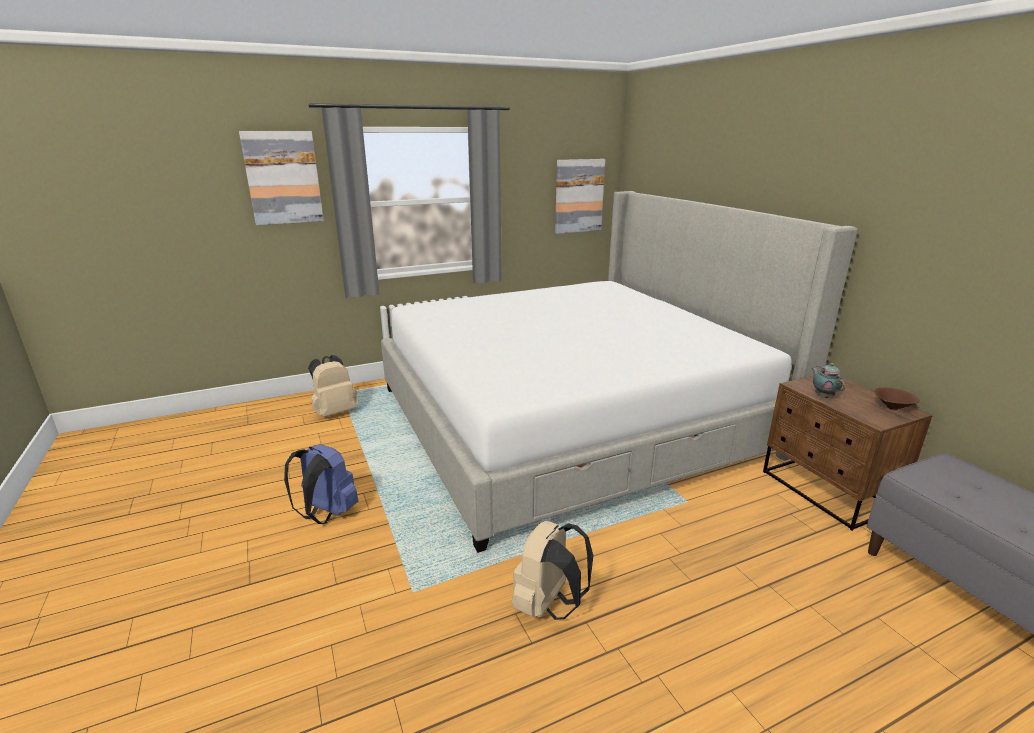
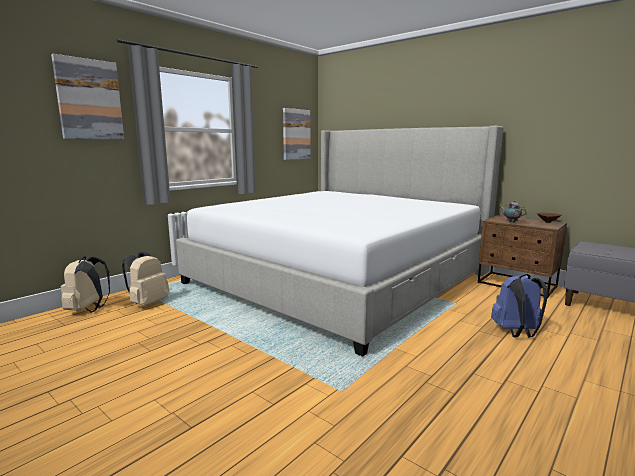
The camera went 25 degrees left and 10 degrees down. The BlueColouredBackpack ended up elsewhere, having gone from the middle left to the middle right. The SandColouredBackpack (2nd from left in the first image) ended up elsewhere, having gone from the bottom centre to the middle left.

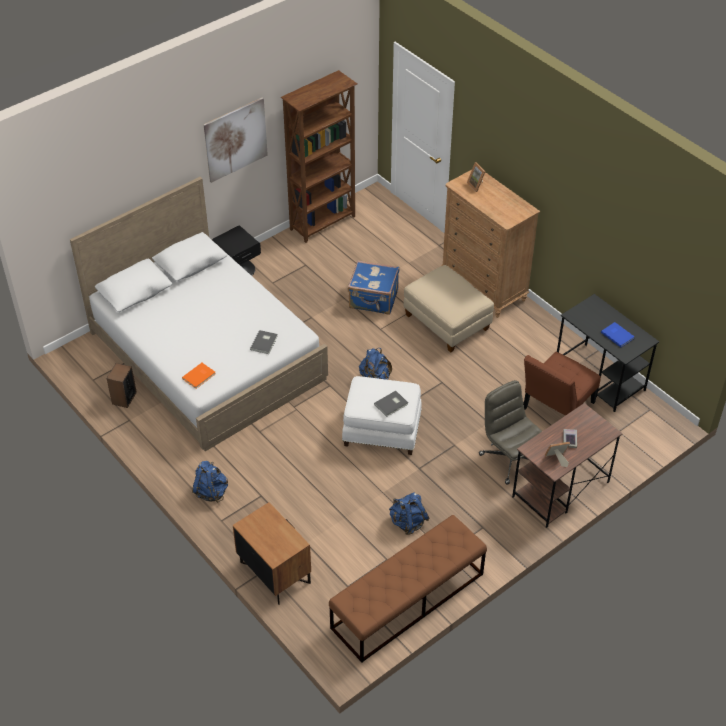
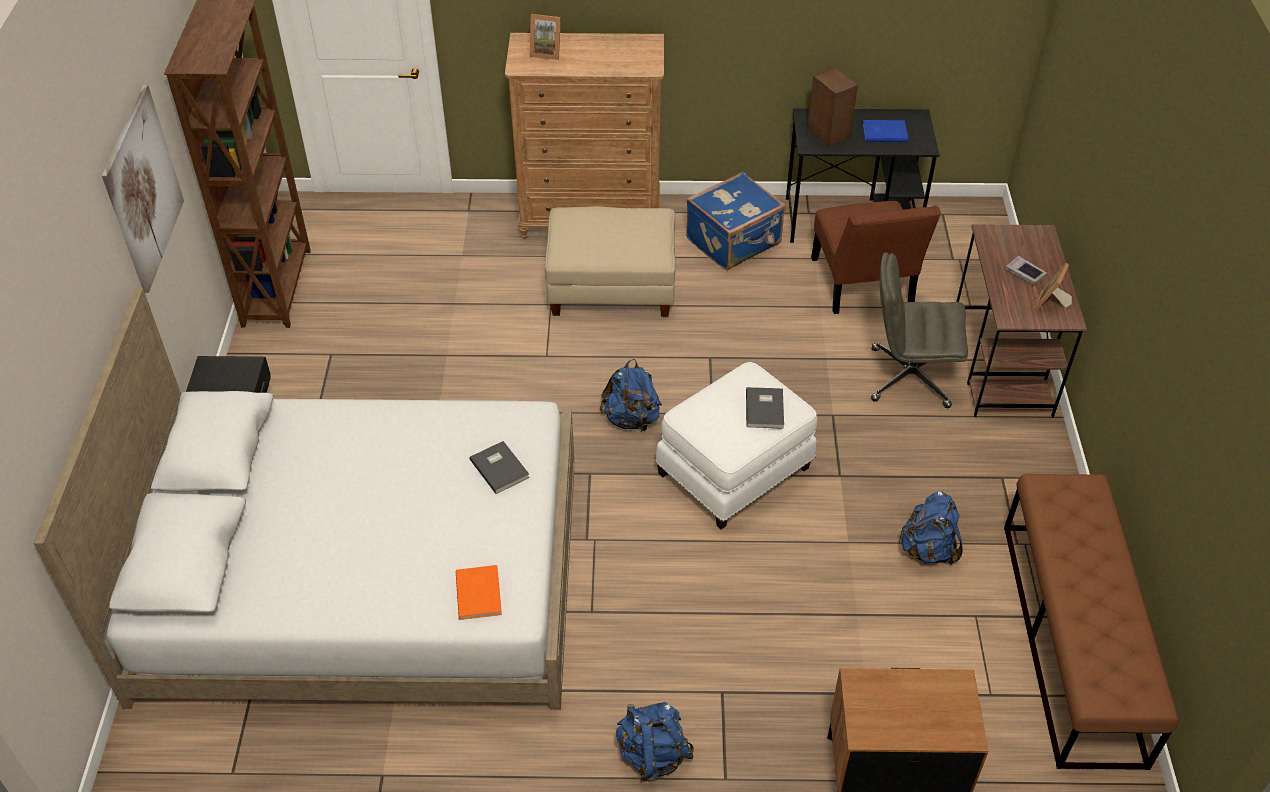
The camera went 50 degrees left and 0 degrees up. The AudioSpeaker ended up elsewhere, having gone from the middle left to the top centre. The BlueColouredPieceOfLuggage ended up elsewhere, having gone from the centre to the top centre.

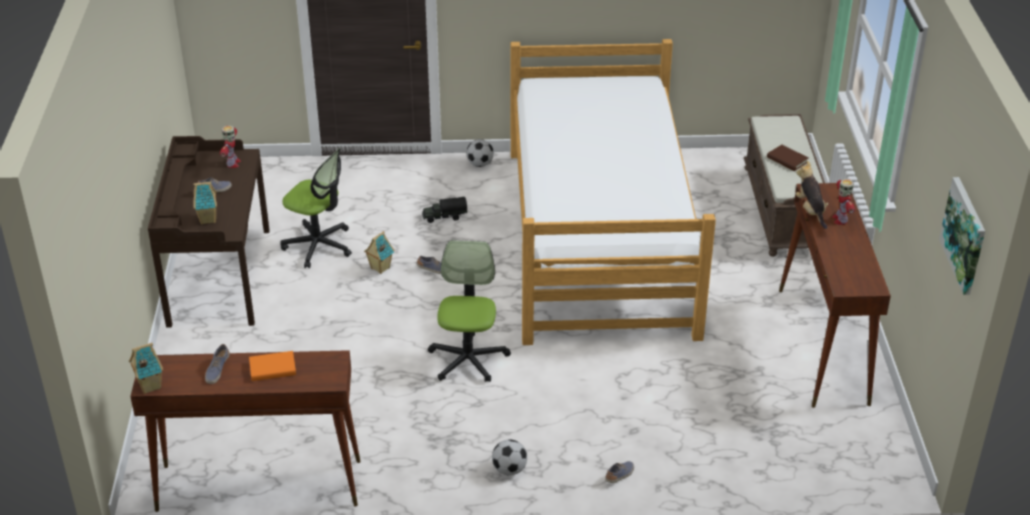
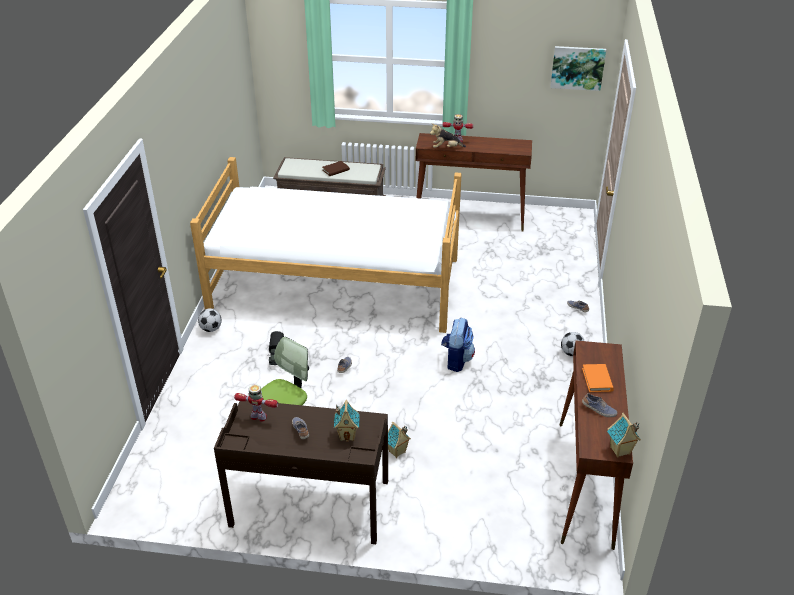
The camera went 80 degrees left and 0 degrees up. The MiniatureHouse (3rd from left in the first image) ended up elsewhere, having gone from the centre to the bottom centre. Where the OfficeChair (2nd from left) stood at the centre, the Backpack came to stand at the centre.

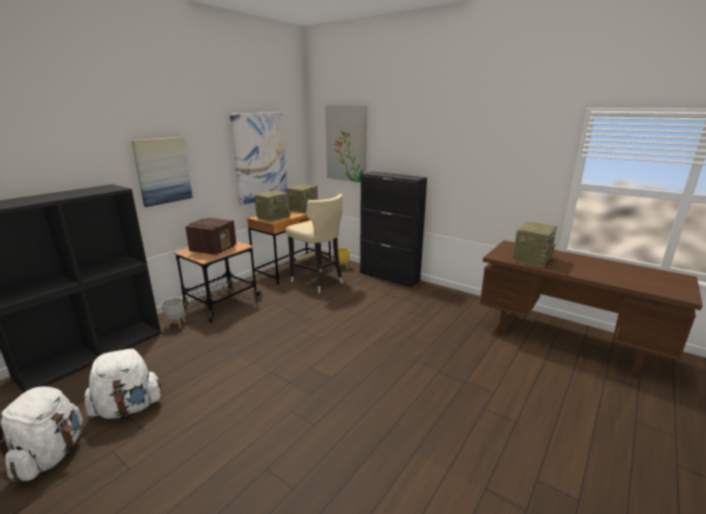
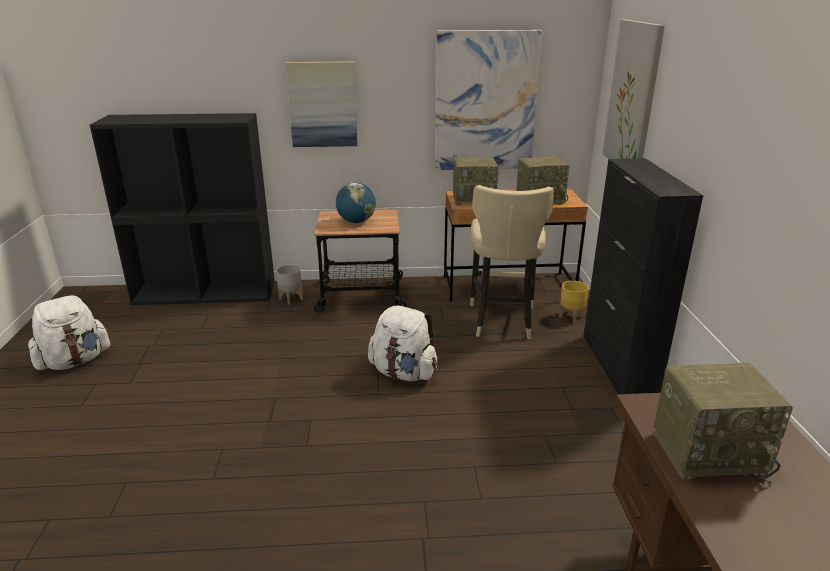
The camera went 50 degrees right and 5 degrees up. The WhiteColouredBackpack (2nd from left) ended up elsewhere, having gone from the bottom left to the centre. Where the RadioSet (1st from left) stood at the middle left, the Globe came to stand at the centre.

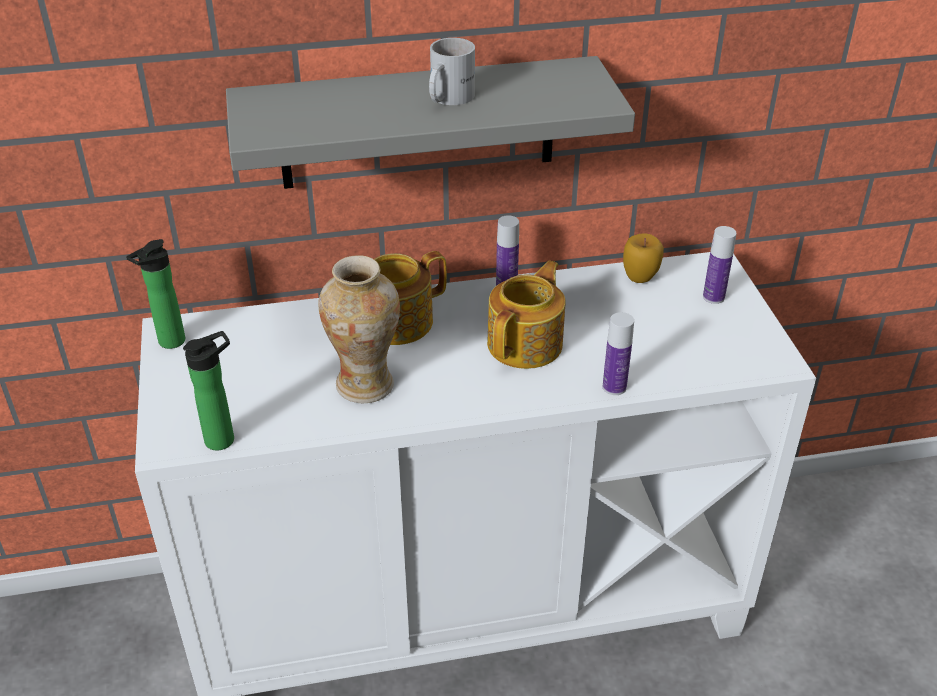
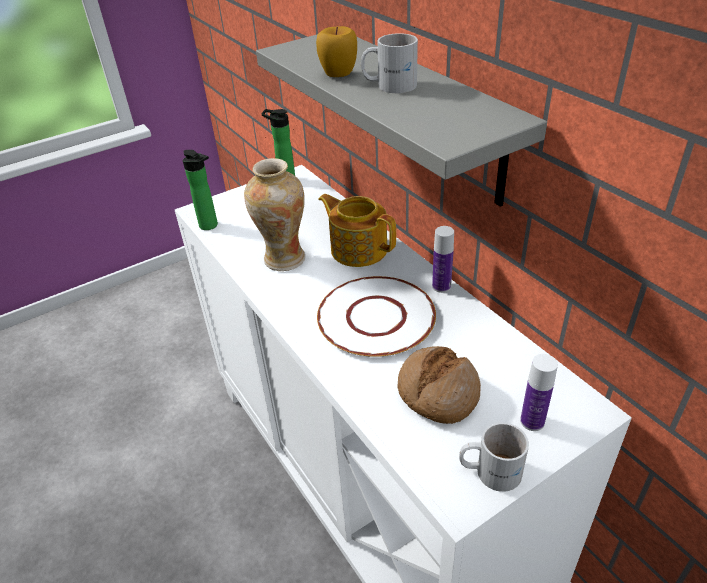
The camera went 70 degrees right and 0 degrees up. Where the Teapot (2nd from left) stood at the centre, the WhiteColouredPlate came to stand at the centre. The second view lost the Bottle (4th from left) at the centre. The AppleFruit ended up elsewhere, having gone from the middle right to the top centre. The second view gained the BakeryBread at the centre. The second view gained the WhiteColouredMug (2nd from left) at the bottom right.

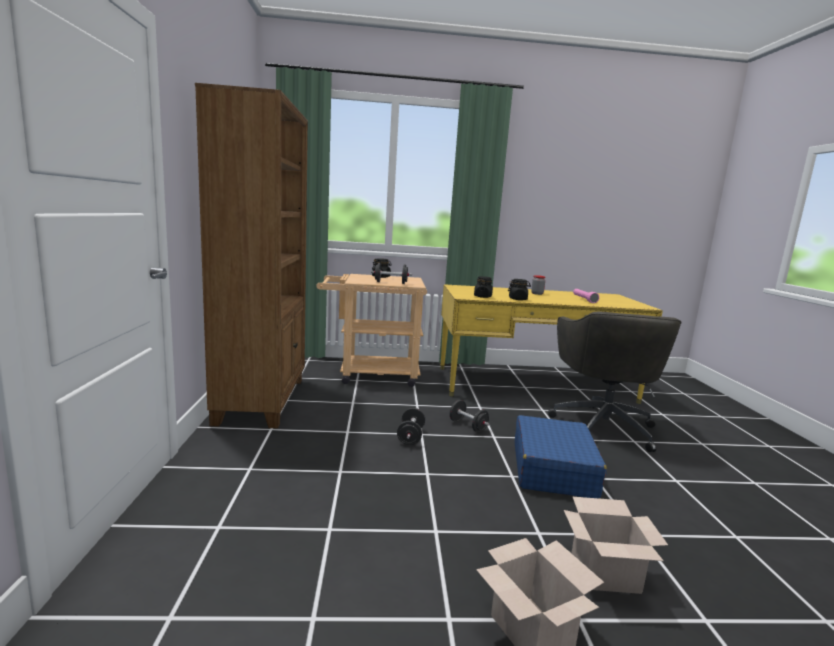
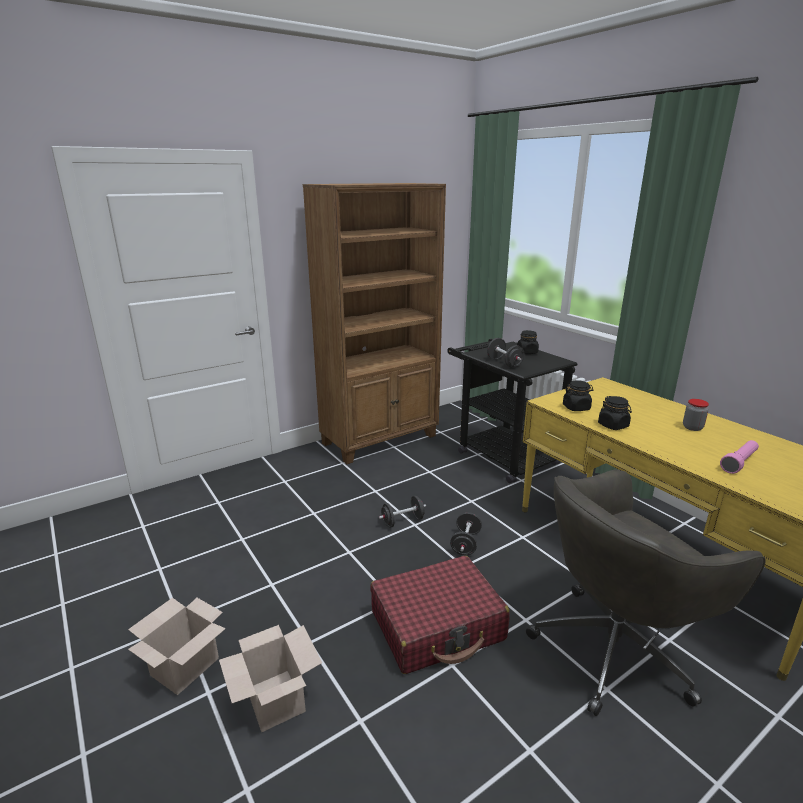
The camera went 60 degrees right and 10 degrees up. What was the SandColouredCart at the centre turned into the BlackishCart at the centre. What was the BlueColouredPieceOfLuggage at the bottom right turned into the ReddishPieceOfLuggage at the bottom centre.

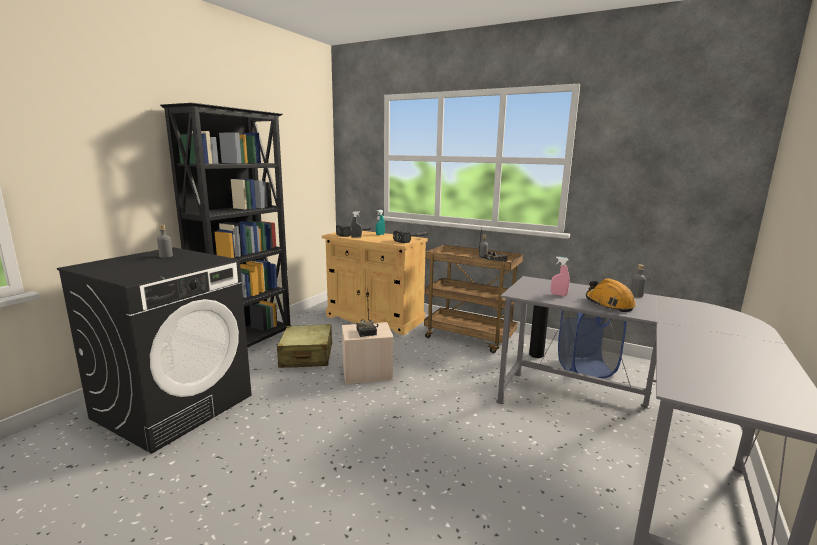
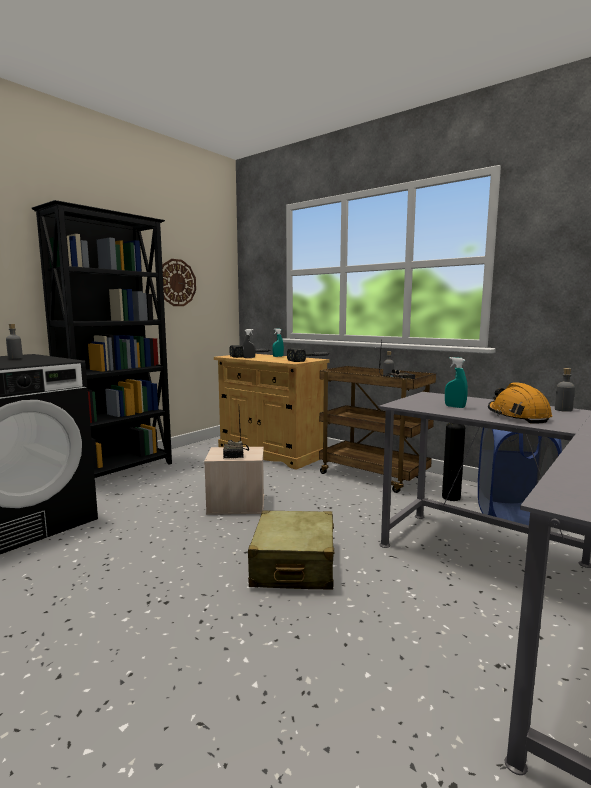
The camera went 10 degrees right and 5 degrees down. The SandColouredPieceOfLuggage ended up elsewhere, having gone from the centre to the bottom centre. What was the PinkishHandSprayer at the middle right turned into the BlueGreenHandSprayer (2nd from left) at the middle right. The second view gained the WallClock at the middle left.

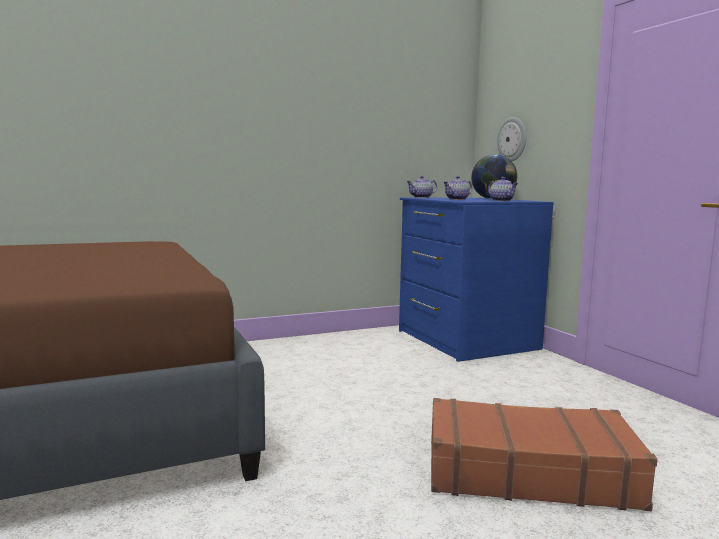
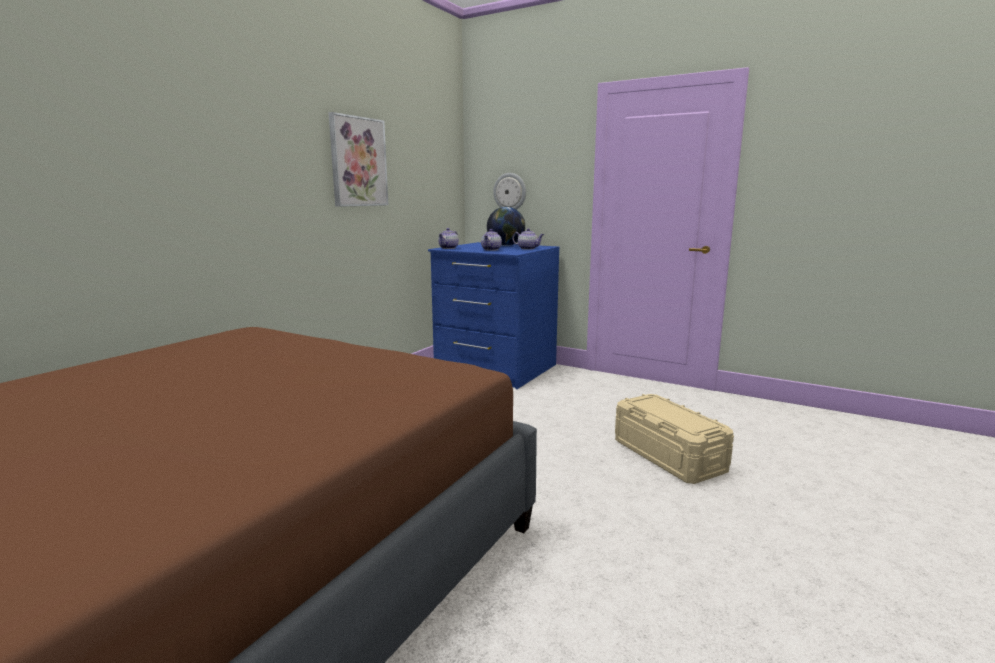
The camera went 35 degrees left and 5 degrees up. Where the BrownishPieceOfLuggage stood at the bottom right, the SandColouredStorageBin came to stand at the middle right. The second view gained the Picture at the top centre.

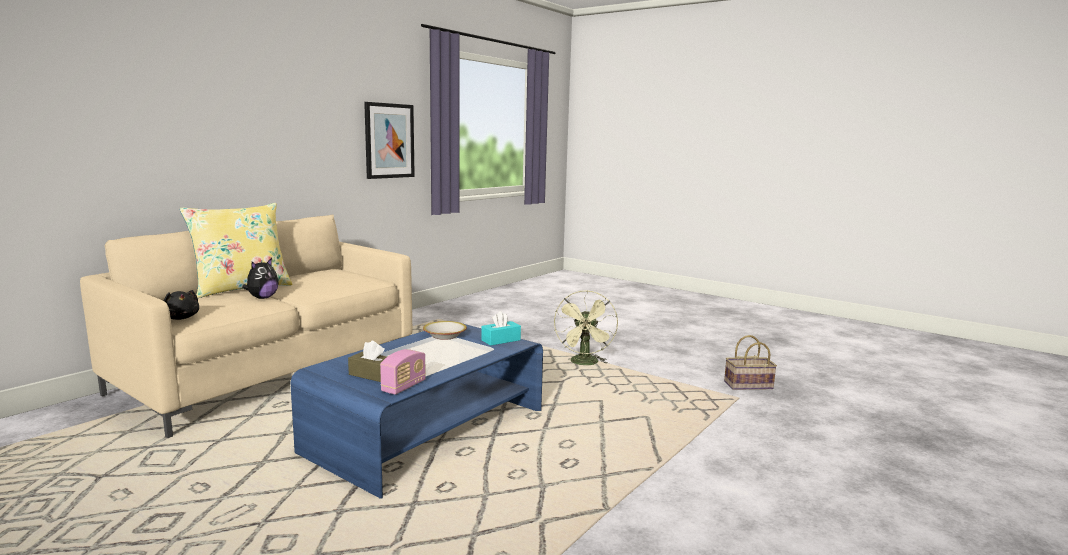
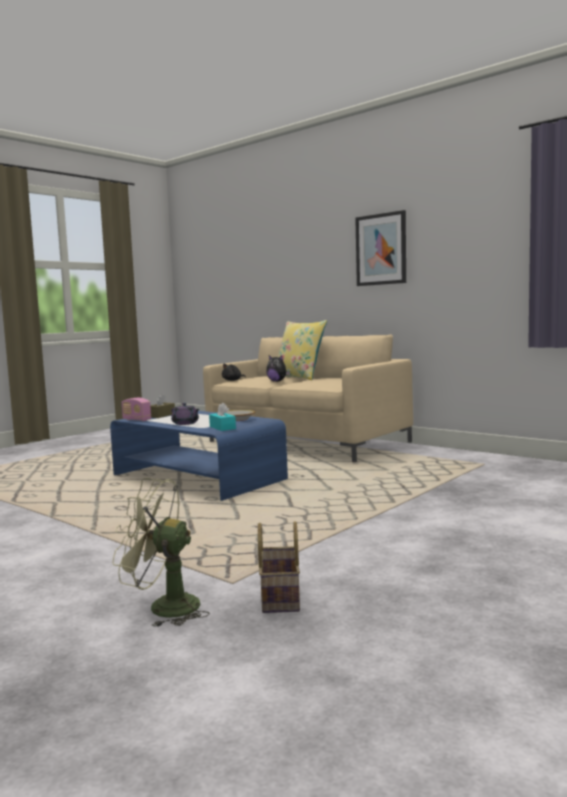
The camera went 95 degrees right and 5 degrees down. The Picture ended up elsewhere, having gone from the top centre to the top right. The GreenColouredFan ended up elsewhere, having gone from the centre to the bottom left. The second view gained the PurpleTeapot at the middle left.

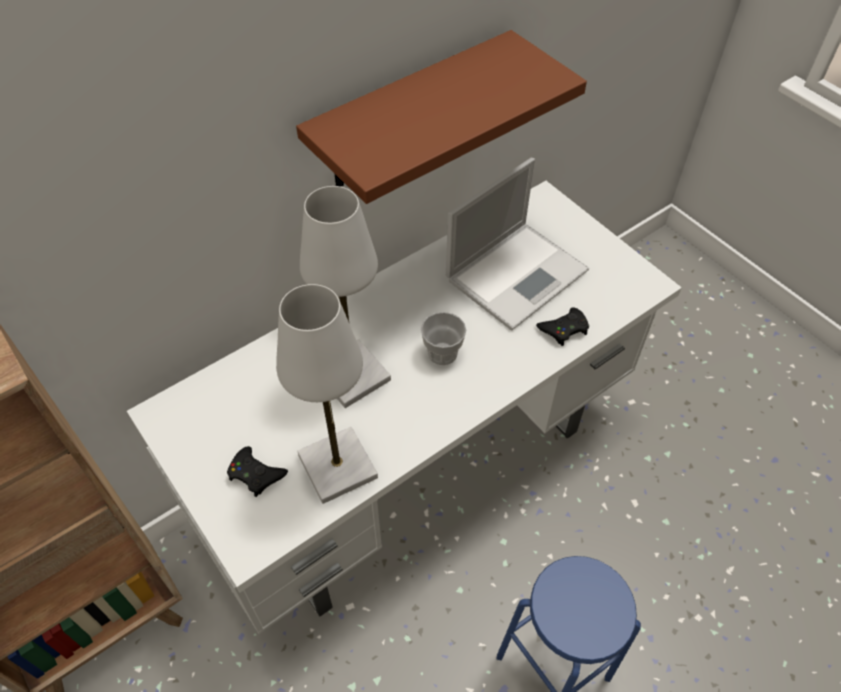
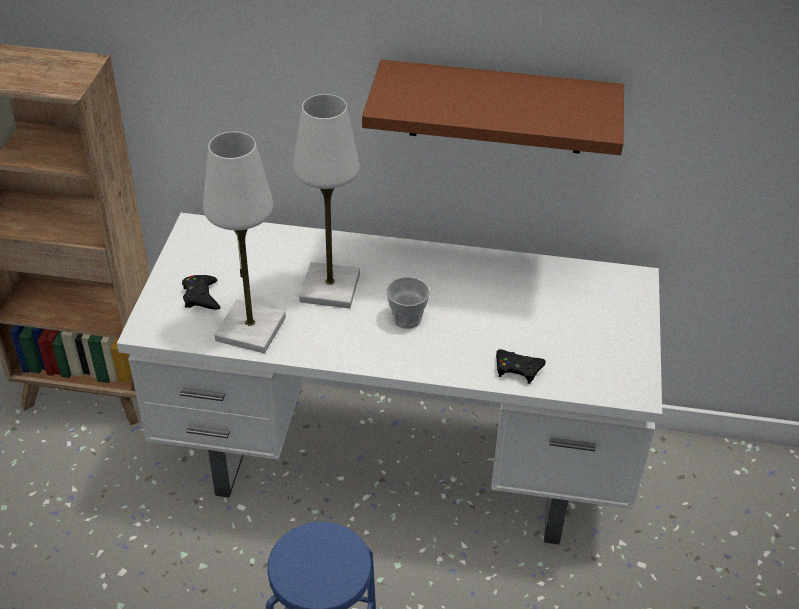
The camera went 45 degrees right and 10 degrees down. The second view lost the Laptop at the centre.

